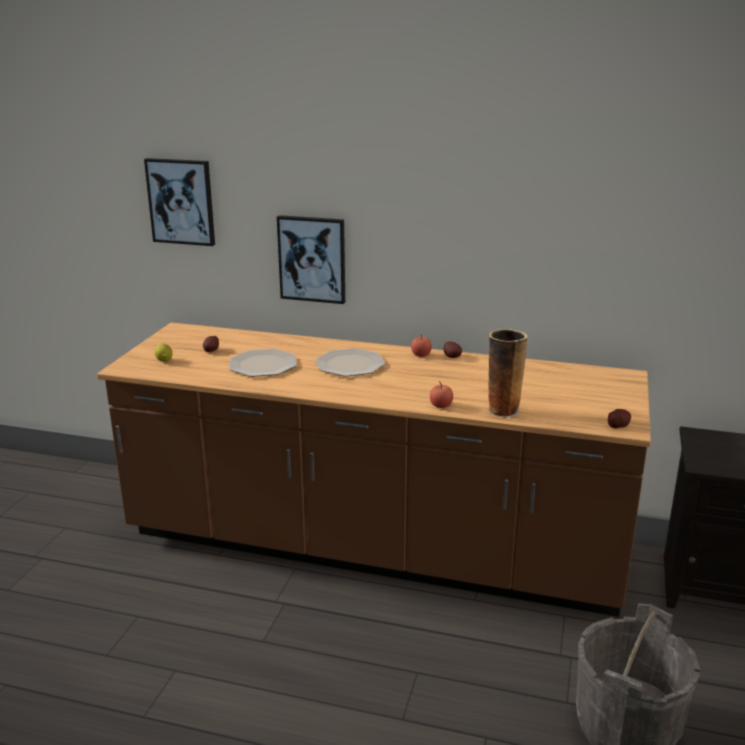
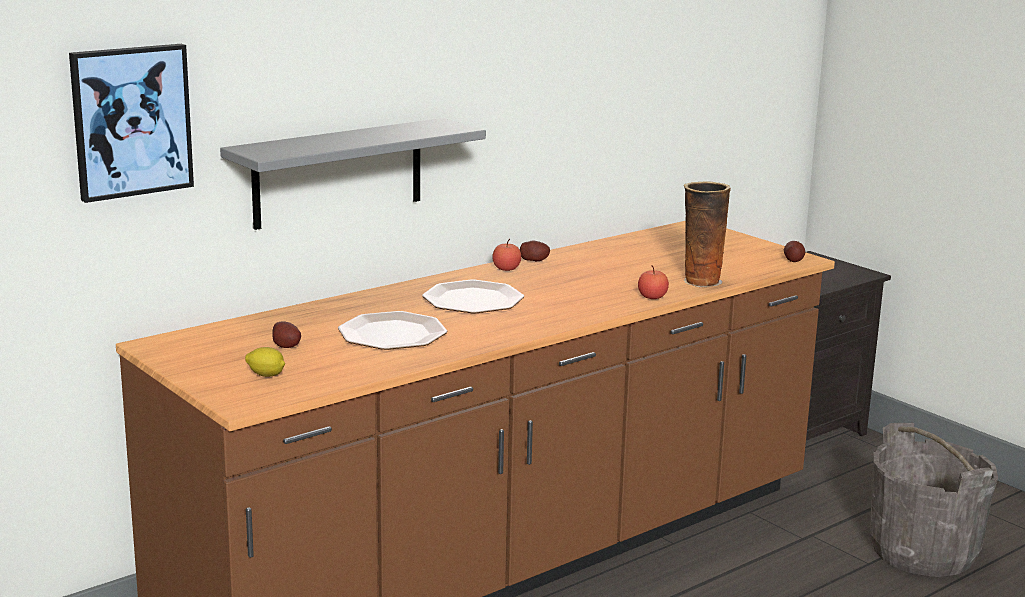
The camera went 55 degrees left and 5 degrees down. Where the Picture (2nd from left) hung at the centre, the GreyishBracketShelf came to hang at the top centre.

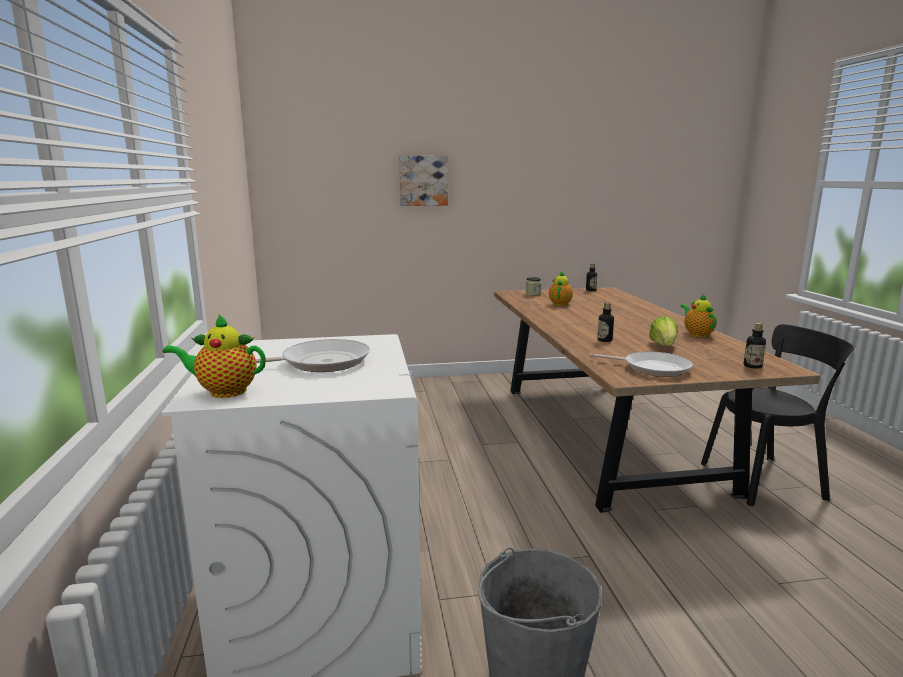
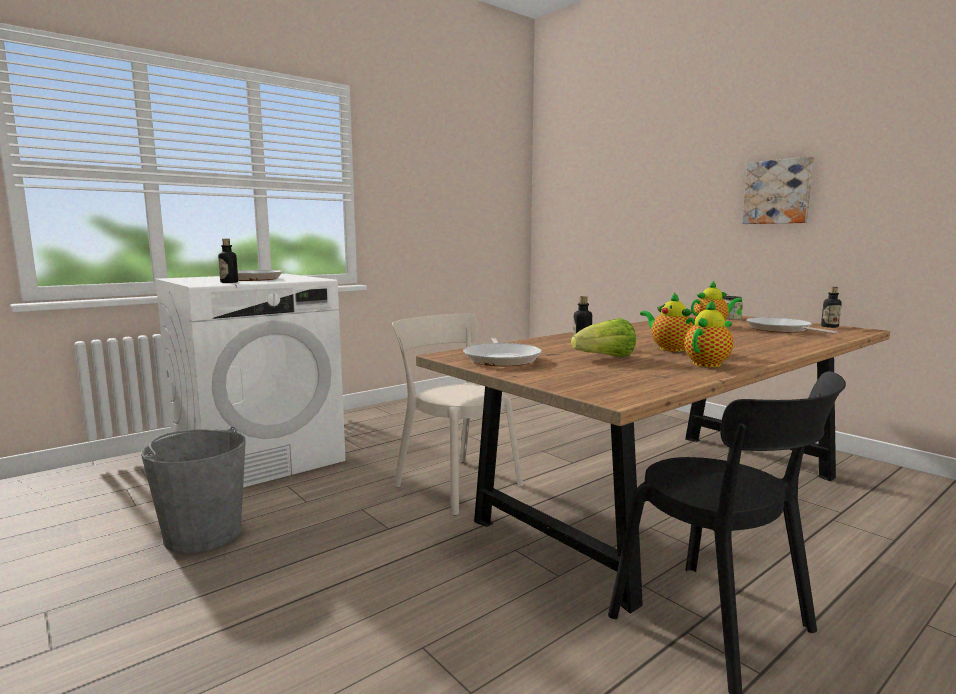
The camera went 60 degrees right and 5 degrees down. The Teapot (1st from left) ended up elsewhere, having gone from the middle left to the middle right. The Picture ended up elsewhere, having gone from the top centre to the top right. The Bottle (3rd from left in the first image) ended up elsewhere, having gone from the middle right to the middle left. The second view gained the SandColouredUprightChair at the centre. The second view gained the FryingPan (3rd from left) at the middle right.

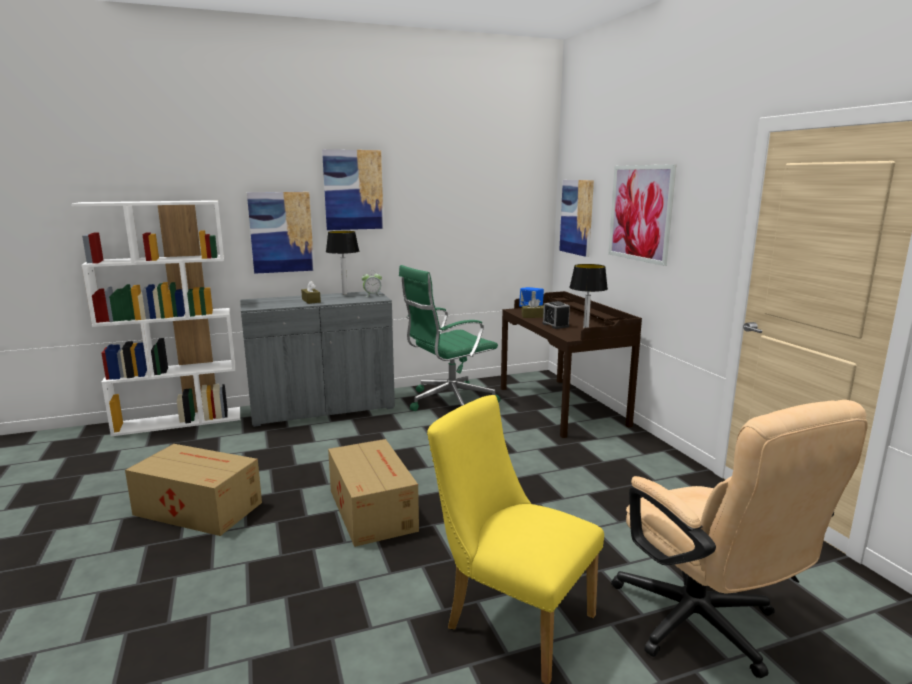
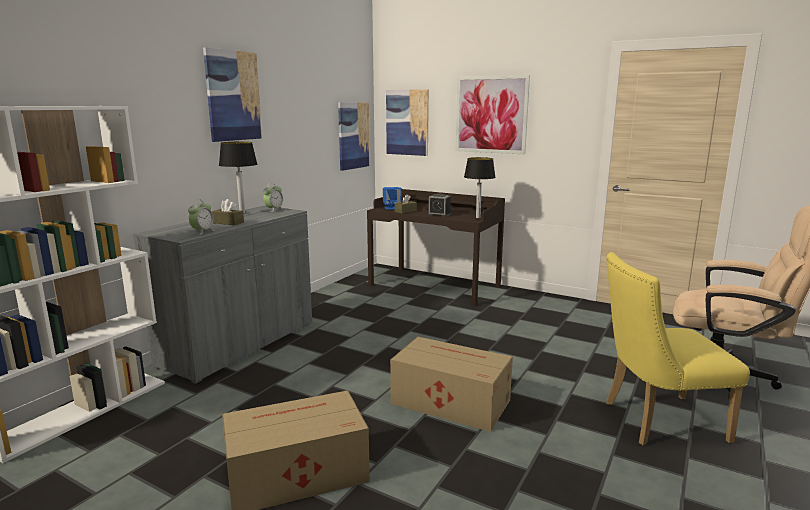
The camera went 40 degrees left and 0 degrees up. The Picture (1st from left in the first image) ended up elsewhere, having gone from the middle left to the top centre. The second view lost the GreenColouredOfficeChair at the centre. The second view gained the TableClock (1st from left) at the middle left.

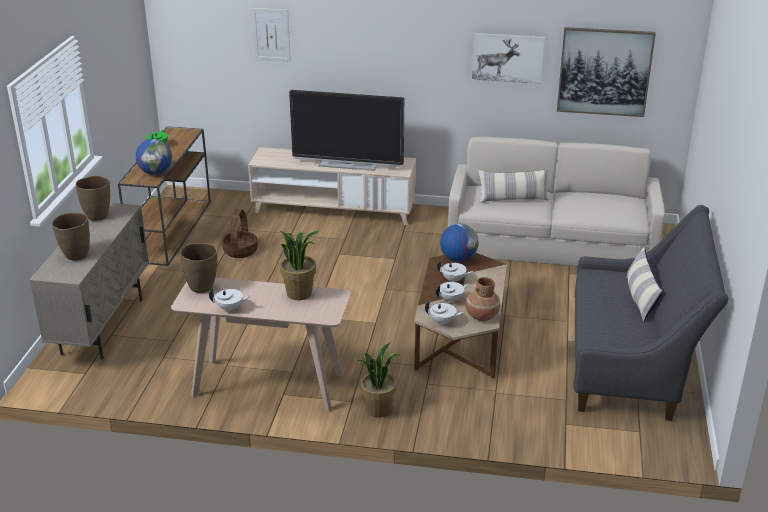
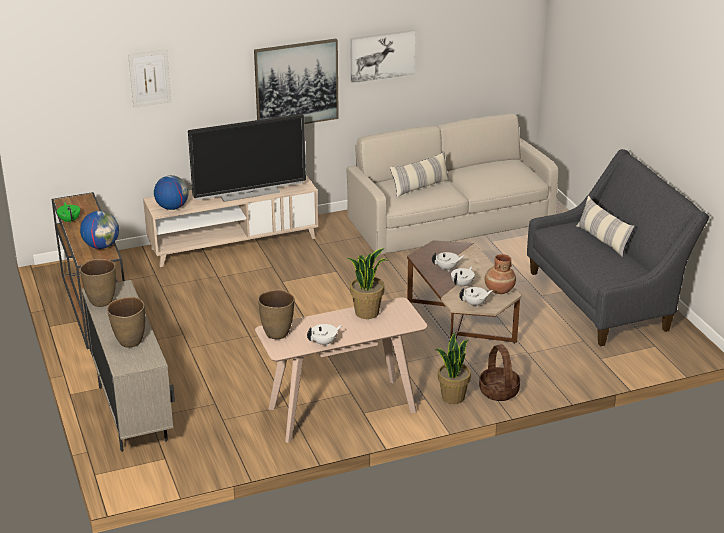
The camera went 30 degrees left and 0 degrees up. The HouseholdBasket ended up elsewhere, having gone from the middle left to the bottom right. The Globe (2nd from left) ended up elsewhere, having gone from the centre to the middle left. The Picture (3rd from left in the first image) ended up elsewhere, having gone from the top right to the top centre.

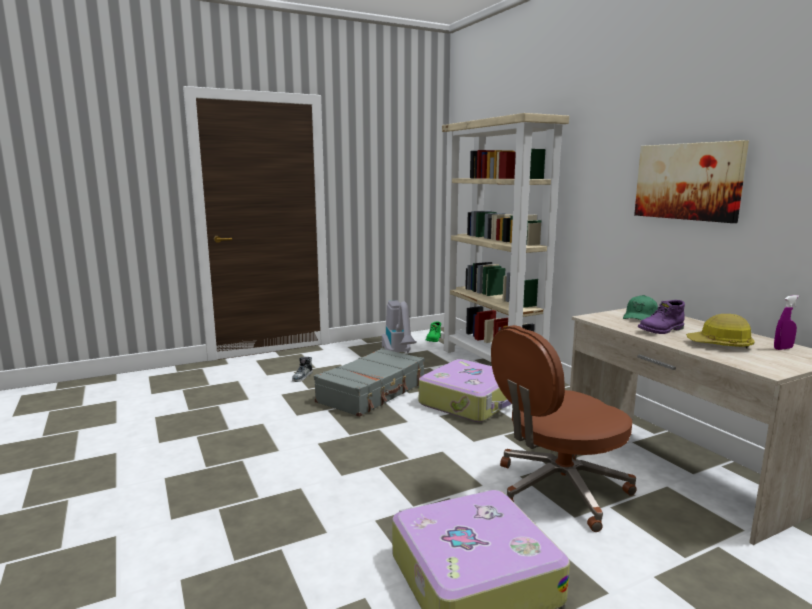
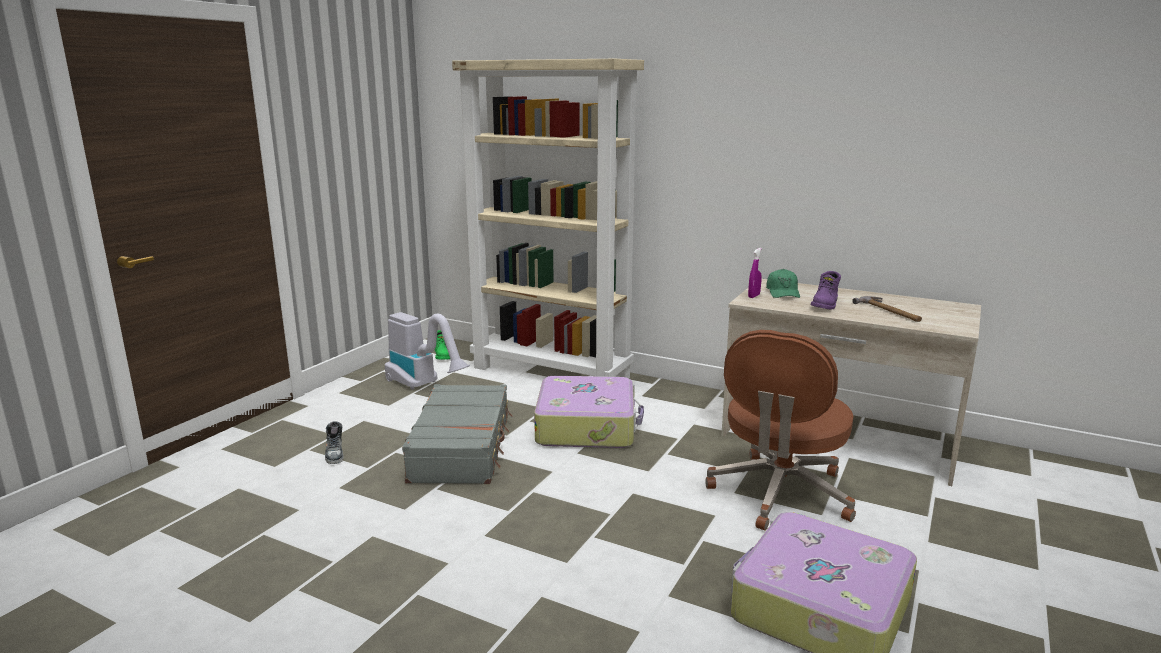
The camera went 35 degrees left and 5 degrees up. The second view lost the Picture at the top right. Where the SafetyHelmet stood at the middle right, the ToolHammer came to stand at the middle right. The PurpleHandSprayer ended up elsewhere, having gone from the middle right to the centre.

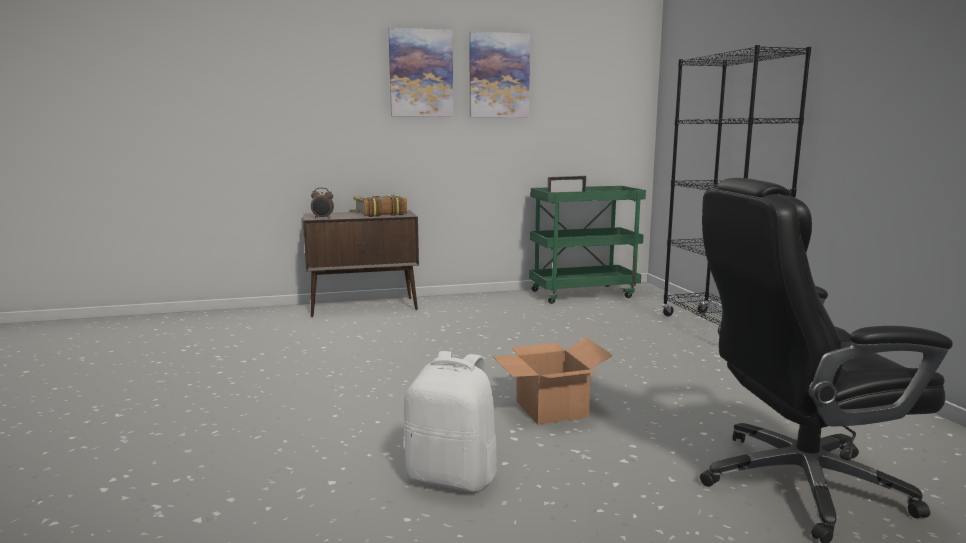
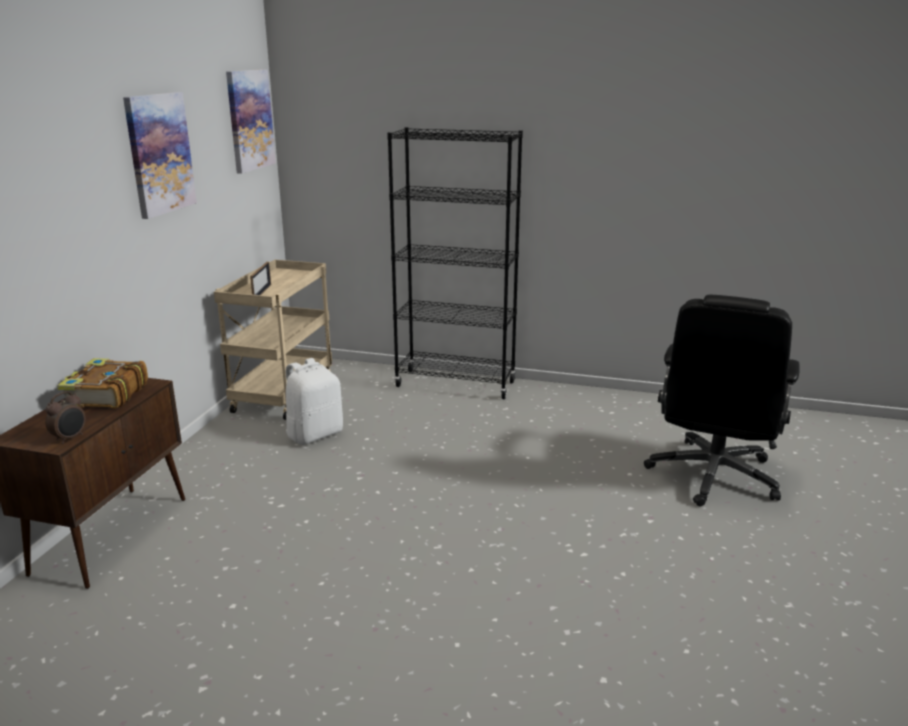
The camera went 60 degrees left and 10 degrees up. The Picture (1st from left in the first image) ended up elsewhere, having gone from the top centre to the top left. The WhiteColouredBackpack ended up elsewhere, having gone from the bottom centre to the centre. The second view lost the Carton at the bottom centre. What was the GreenColouredCart at the centre turned into the SandColouredCart at the middle left.

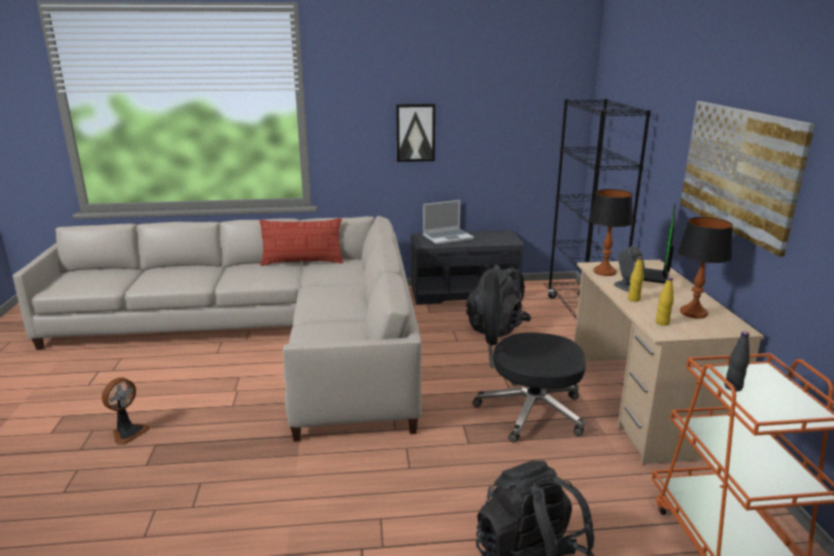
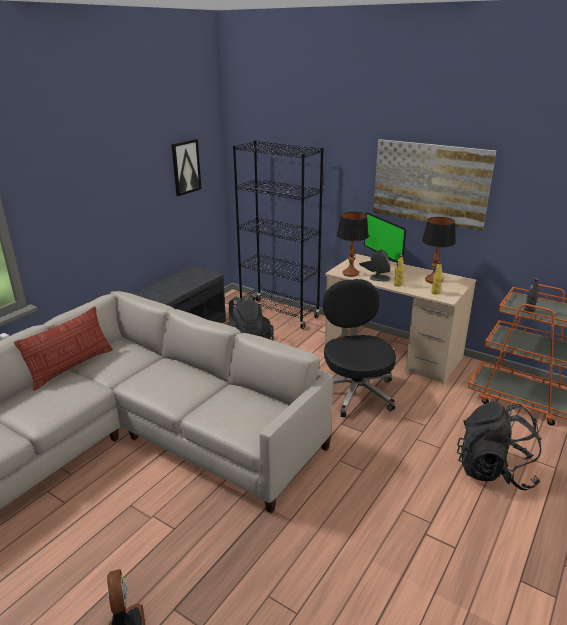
The camera went 50 degrees left and 5 degrees up. The Picture (1st from left) ended up elsewhere, having gone from the top centre to the top left. The second view lost the Laptop at the centre. The BlackishOfficeChair at the centre ended up facing another way, 120 degrees clockwise from before.

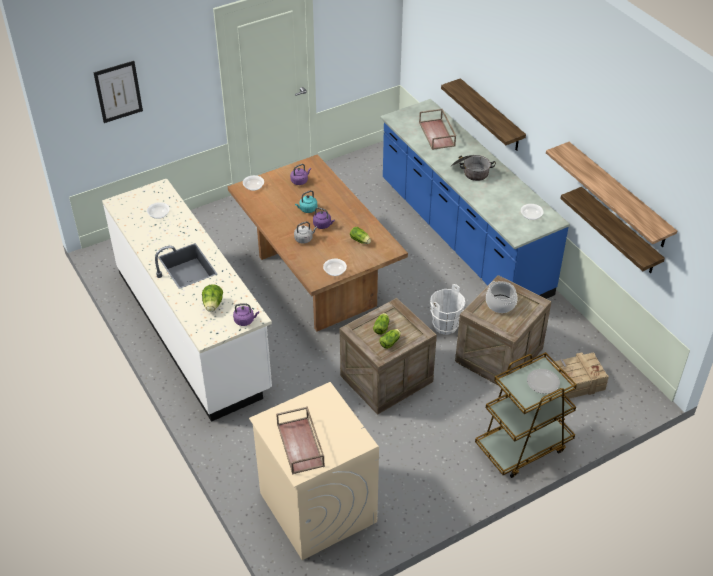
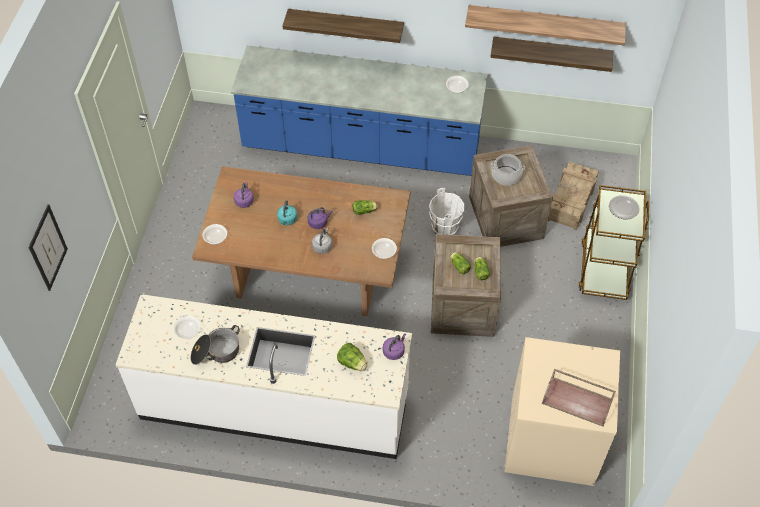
The camera went 50 degrees left and 10 degrees up. The second view lost the BrownishTray (2nd from left) at the top centre. The Saucepot (1st from left) ended up elsewhere, having gone from the top centre to the bottom left.

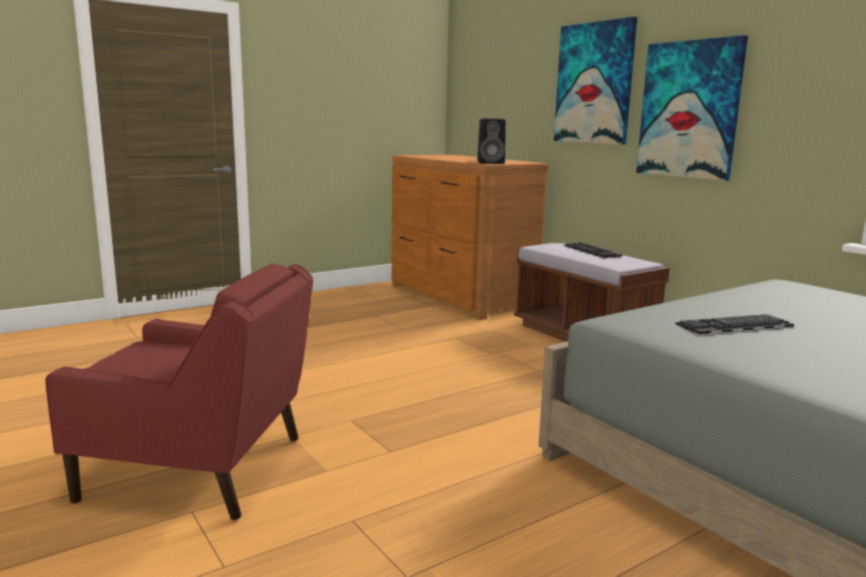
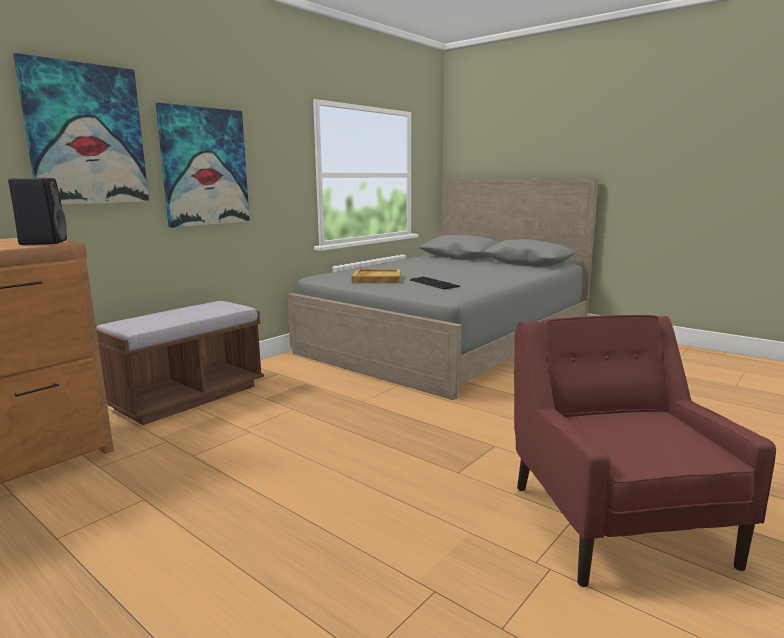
The camera went 105 degrees left and 0 degrees up. The second view lost the ComputerKeyboard (1st from left) at the middle right. The second view gained the SandColouredTray at the centre.

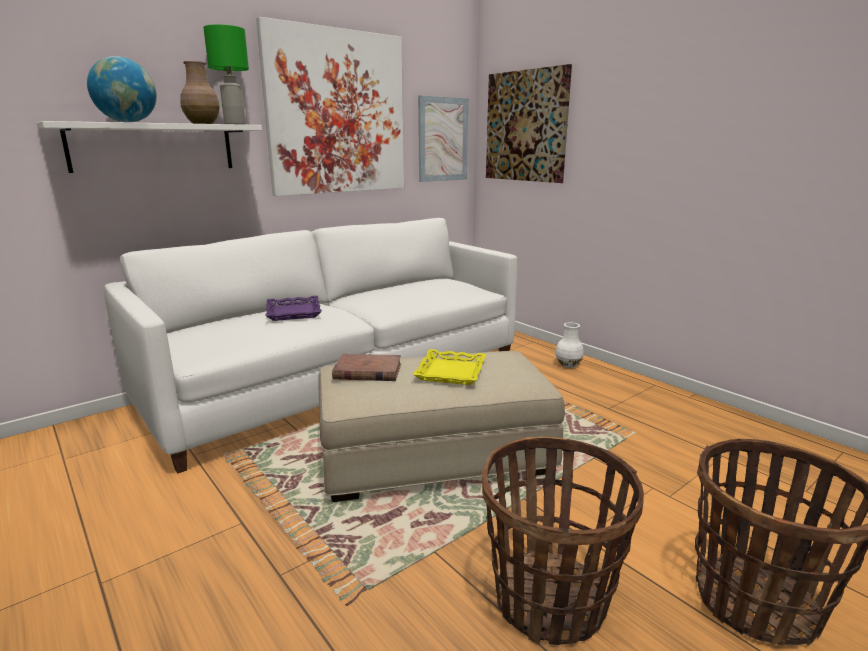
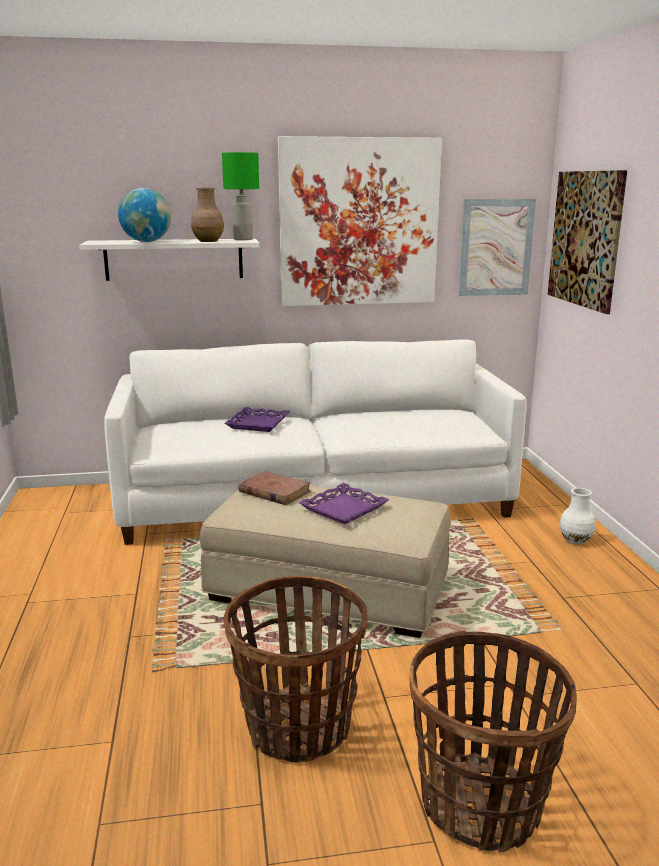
The camera went 30 degrees right and 0 degrees up. What was the YellowColouredTray at the centre turned into the PurpleTray (2nd from left) at the centre.

